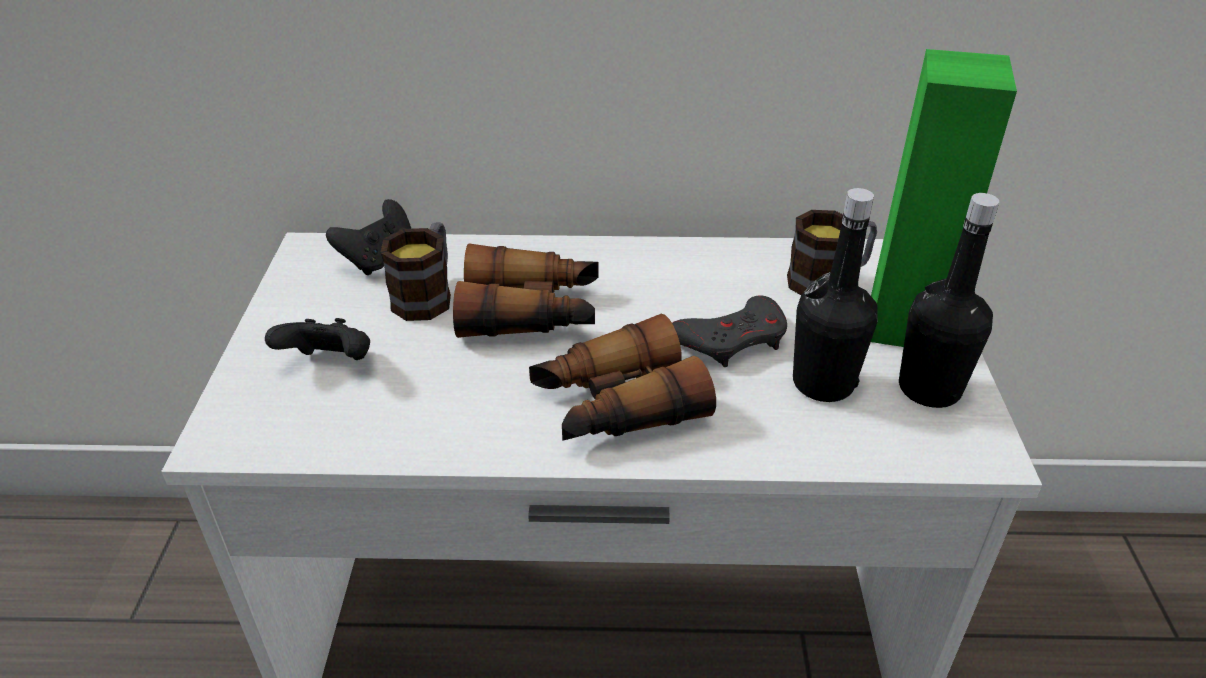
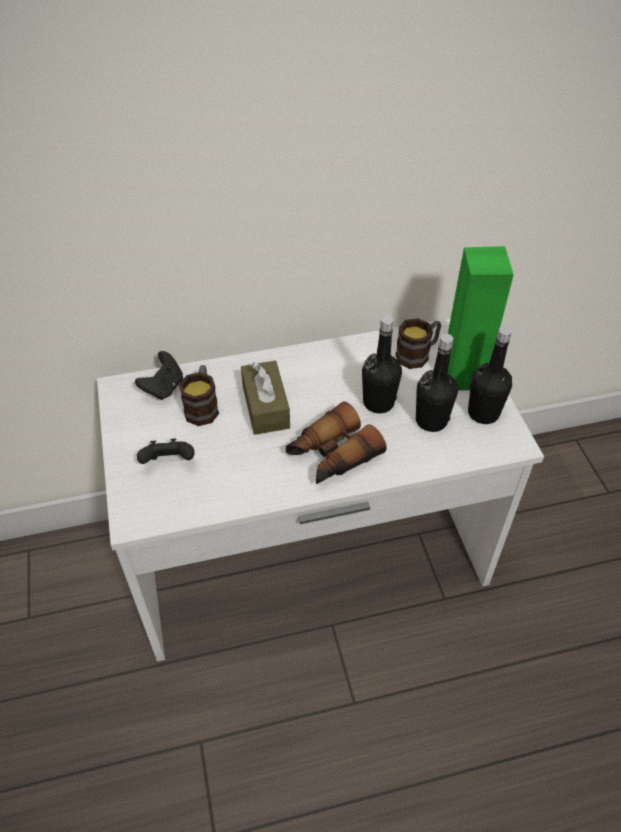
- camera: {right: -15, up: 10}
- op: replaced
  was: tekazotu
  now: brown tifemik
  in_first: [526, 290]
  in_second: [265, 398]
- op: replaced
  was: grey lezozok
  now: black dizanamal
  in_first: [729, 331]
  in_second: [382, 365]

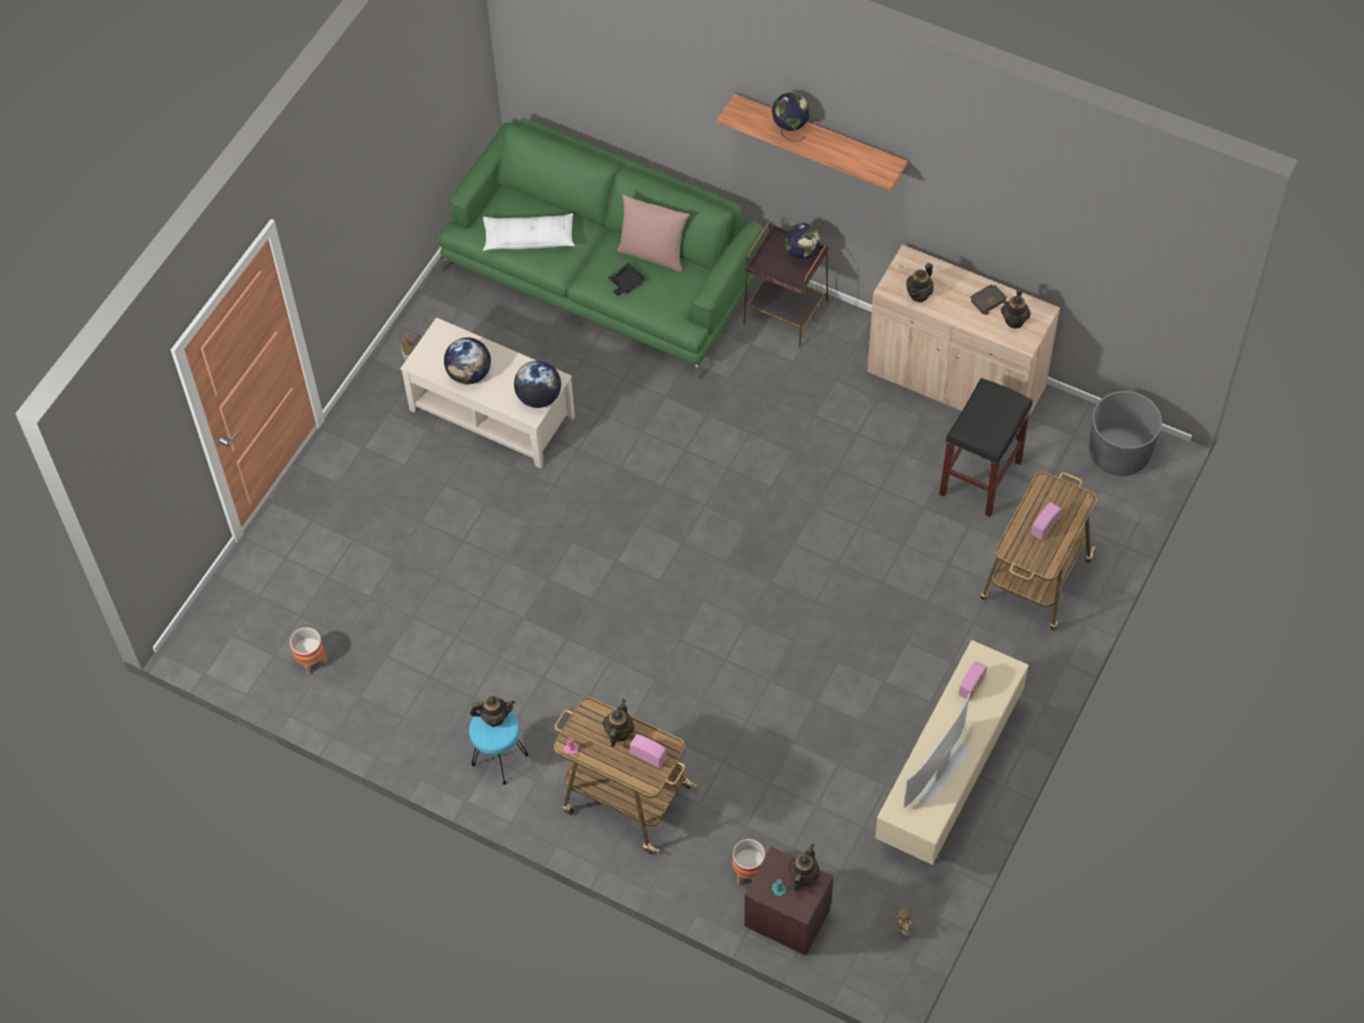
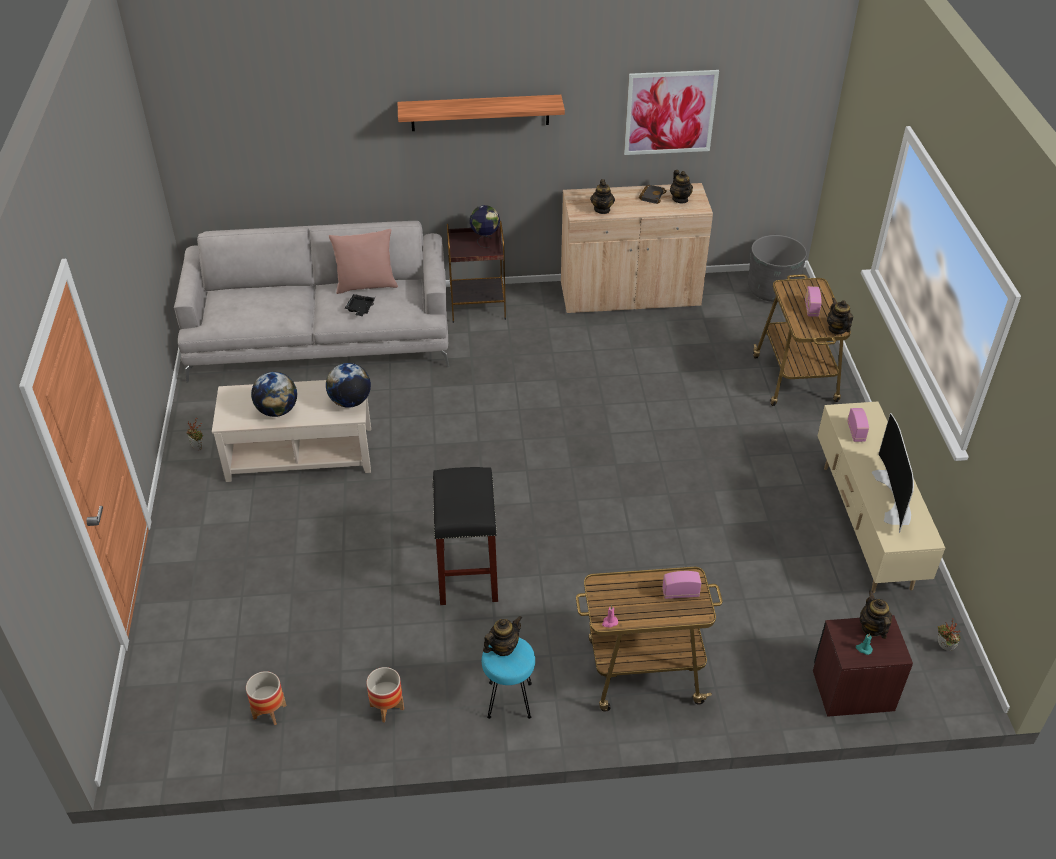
- camera: {right: -35, up: -15}
- op: recoloured
  was: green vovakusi
  now: grey vovakusi
  in_first: [601, 249]
  in_second: [311, 302]
- op: removed
  was: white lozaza
  in_first: [529, 232]
- op: moved
  was: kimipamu
  in_first: [618, 723]
  in_second: [840, 316]
- op: moved
  was: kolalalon
  in_first: [748, 862]
  in_second: [385, 694]
- op: removed
  was: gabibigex
  in_first: [791, 117]
- op: moved
  was: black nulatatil
  in_first: [985, 447]
  in_second: [465, 536]
- op: added
  now: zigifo
  in_second: [671, 112]

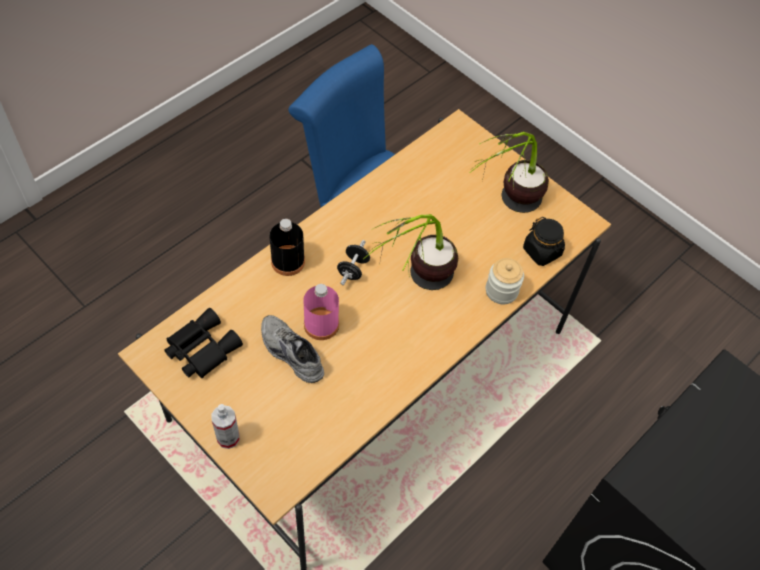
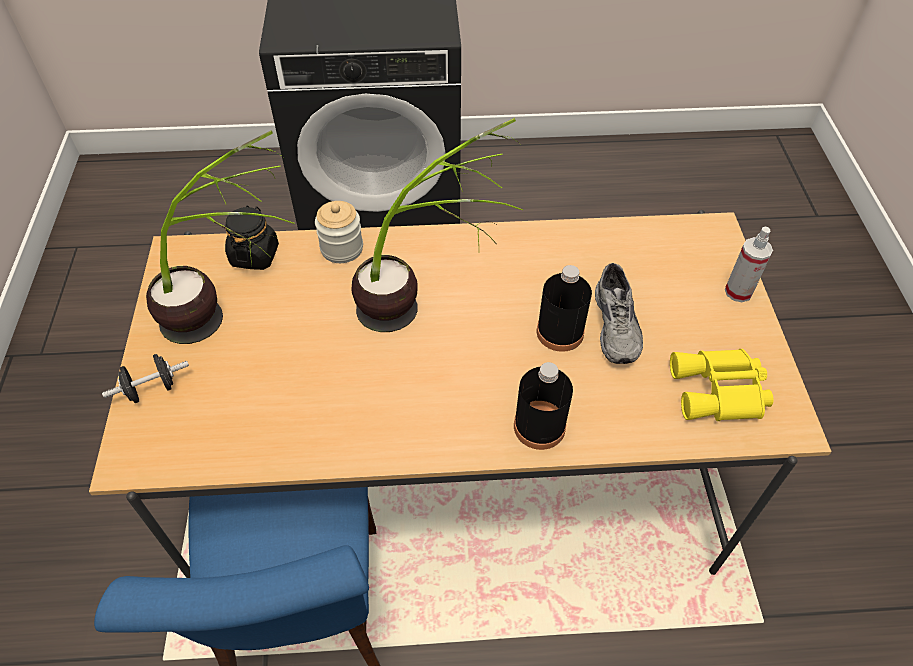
- camera: {right: -135, up: -5}
- op: recoloured
  was: black tekazotu
  now: yellow tekazotu
  in_first: [203, 343]
  in_second: [722, 385]
- op: recoloured
  was: pink dizanamal
  now: black dizanamal
  in_first: [321, 312]
  in_second: [564, 308]
- op: moved
  was: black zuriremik
  in_first: [353, 262]
  in_second: [145, 378]

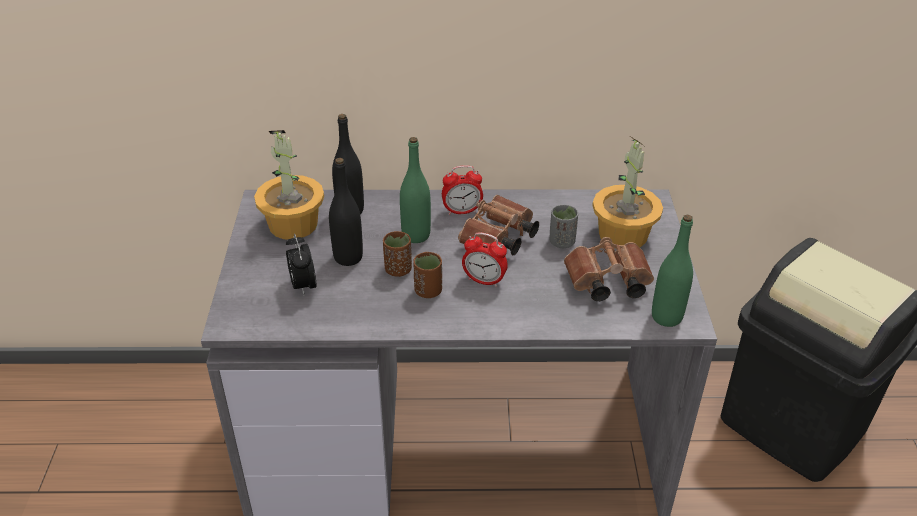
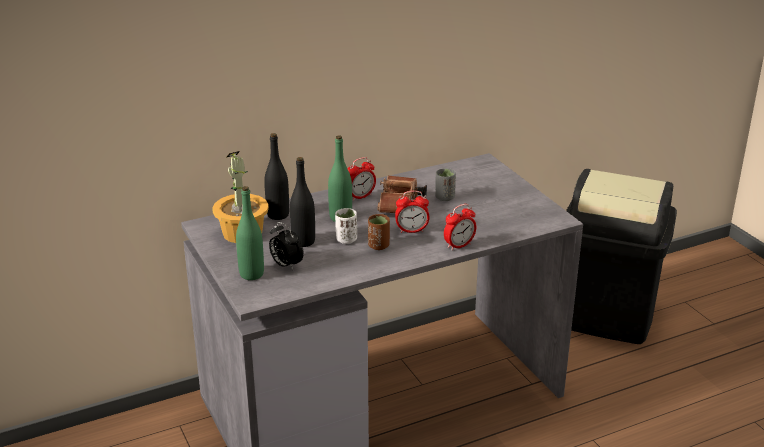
- camera: {right: -25, up: -10}
- op: recoloured
  was: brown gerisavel
  now: white gerisavel
  in_first: [397, 254]
  in_second: [346, 226]
- op: removed
  was: brown tekazotu
  in_first: [609, 269]
- op: removed
  was: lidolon
  in_first: [627, 191]
- op: moved
  was: green dizanamal
  in_first: [672, 271]
  in_second: [250, 233]
- op: added
  now: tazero
  in_second: [460, 227]

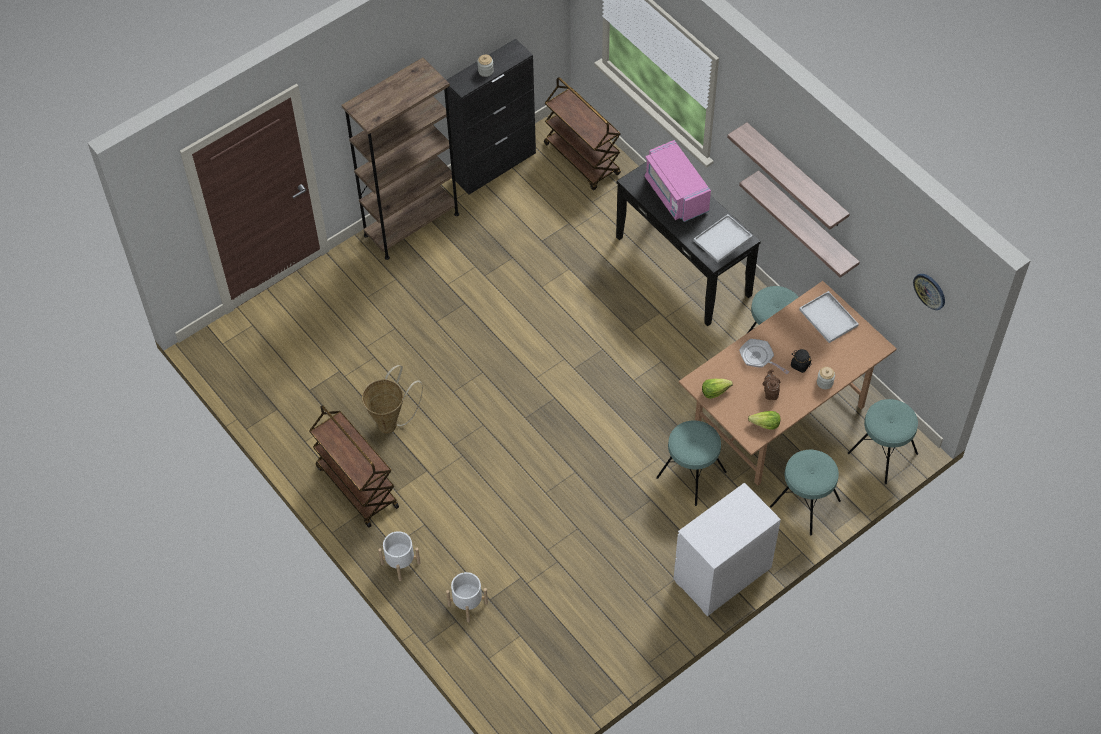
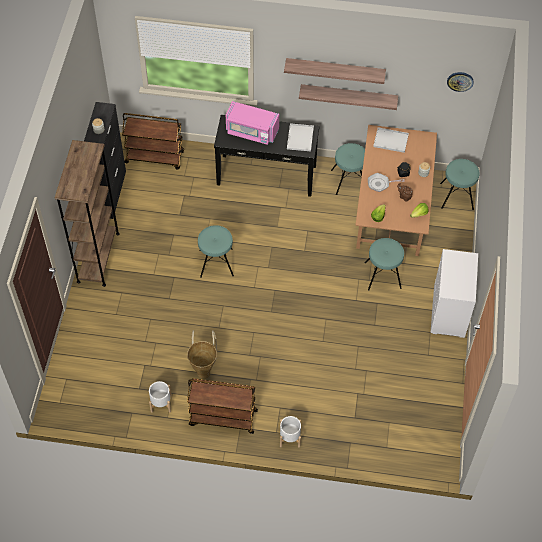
- camera: {right: -45, up: 0}
- op: moved
  was: white kolalalon
  in_first: [467, 597]
  in_second: [160, 397]
- op: moved
  was: turquoise nulatatil
  in_first: [805, 493]
  in_second: [216, 251]

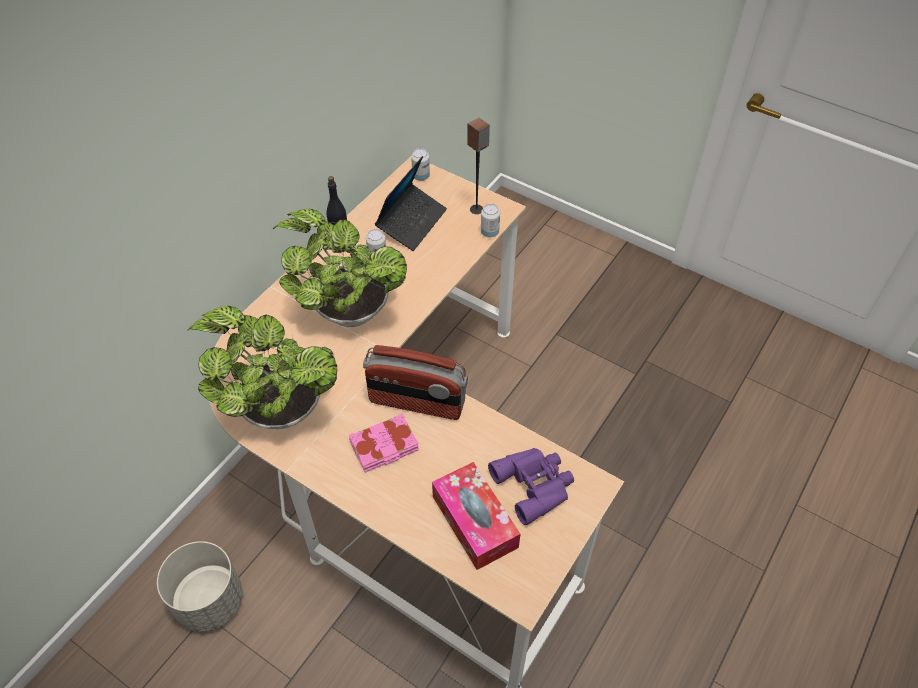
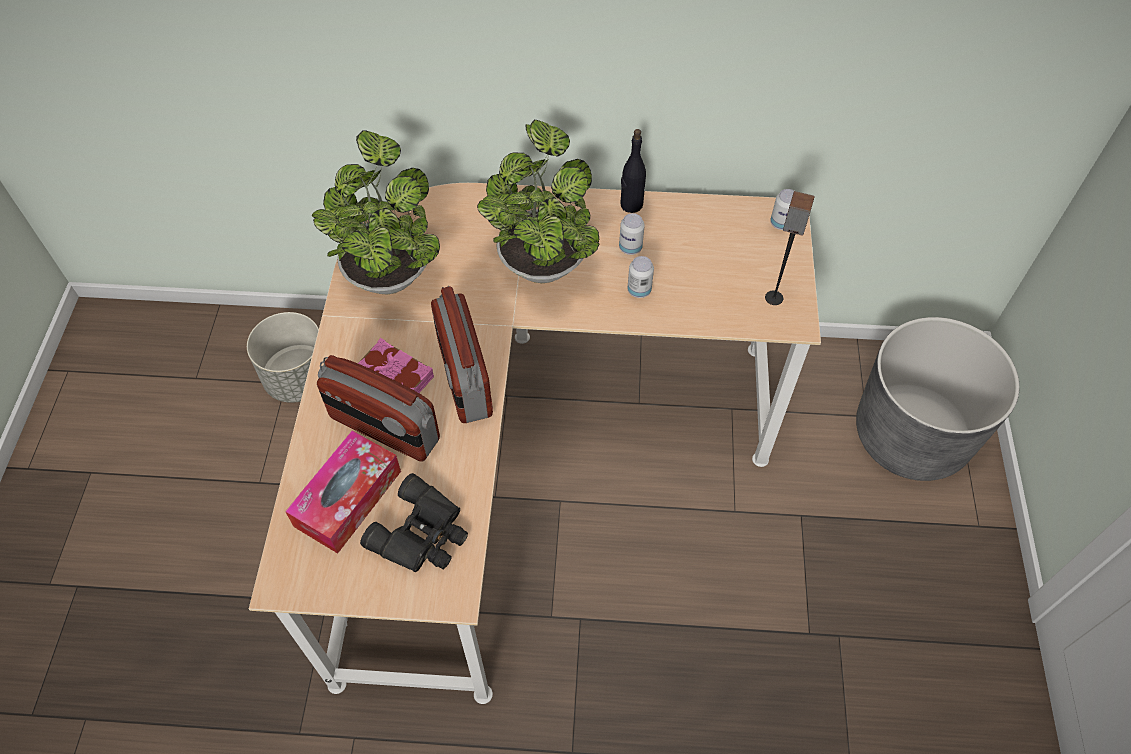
- camera: {right: 60, up: 5}
- op: removed
  was: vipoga
  in_first: [411, 203]
- op: moved
  was: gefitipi
  in_first: [490, 220]
  in_second: [640, 277]
- op: recoloured
  was: purple tekazotu
  now: black tekazotu
  in_first: [531, 486]
  in_second: [414, 522]
- op: added
  now: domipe
  in_second: [378, 408]
- op: added
  now: grey kolalalon
  in_second: [938, 399]

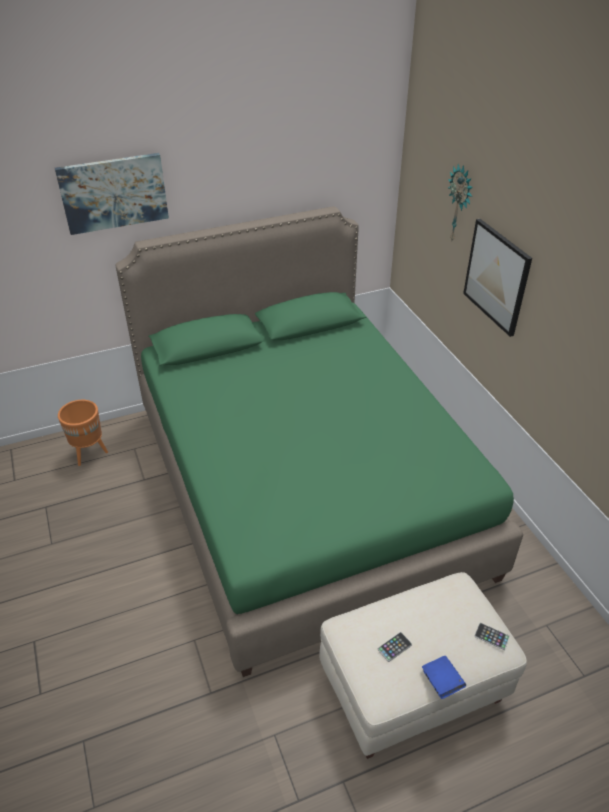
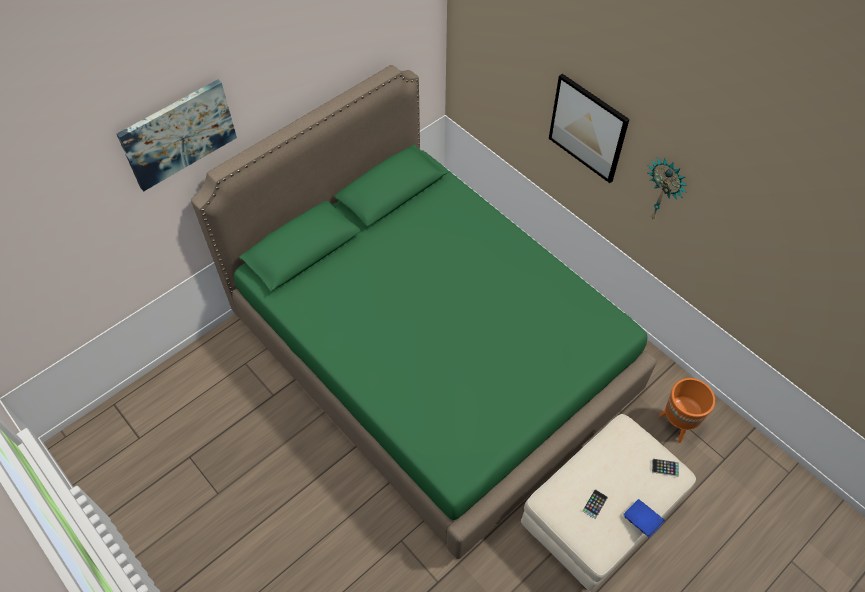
- camera: {right: -20, up: 15}
- op: moved
  was: orange kolalalon
  in_first: [83, 433]
  in_second: [687, 410]
- op: moved
  was: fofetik
  in_first: [460, 202]
  in_second: [667, 188]

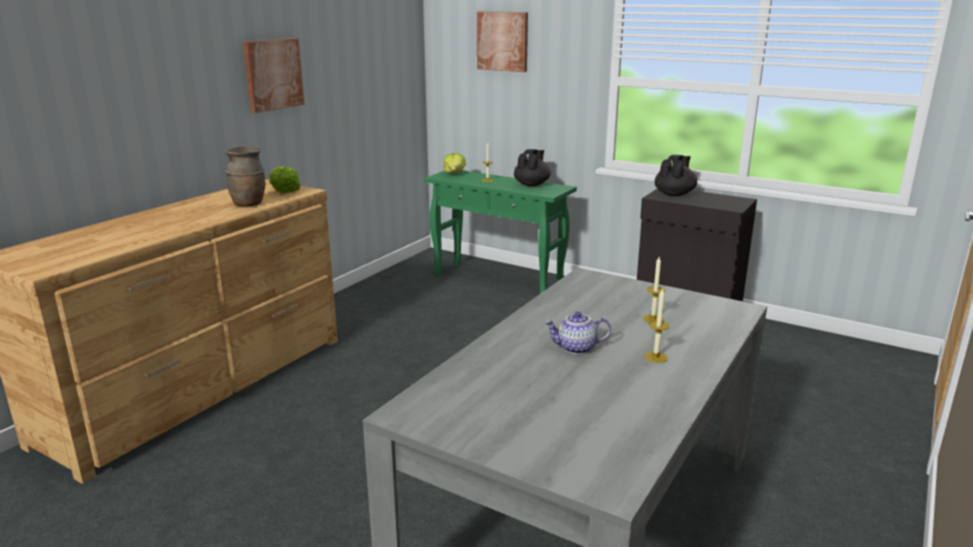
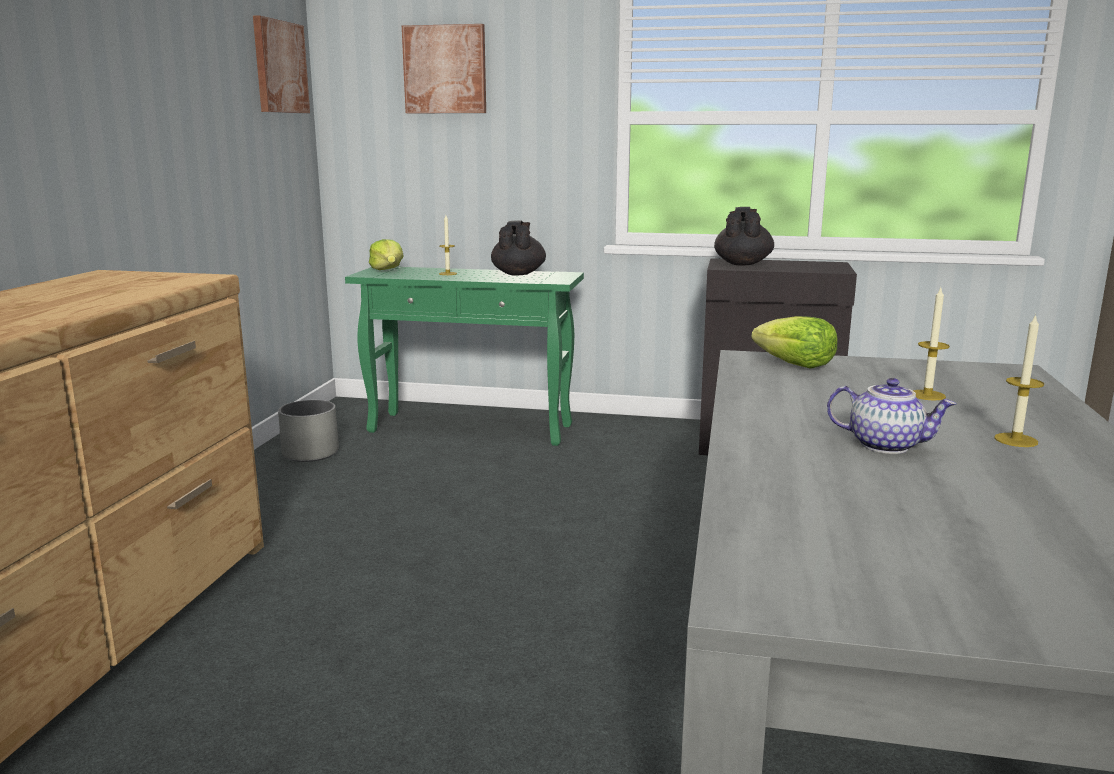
- camera: {right: -20, up: -5}
- op: removed
  was: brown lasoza
  in_first: [245, 176]
- op: moved
  was: zigifo
  in_first: [274, 75]
  in_second: [281, 64]
- op: moved
  was: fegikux
  in_first: [285, 179]
  in_second: [794, 342]
- op: turned
  was: kimipamu
  in_first: [577, 333]
  in_second: [891, 416]
  clockwise: -135
- op: added
  now: grey kolalalon
  in_second: [308, 431]

